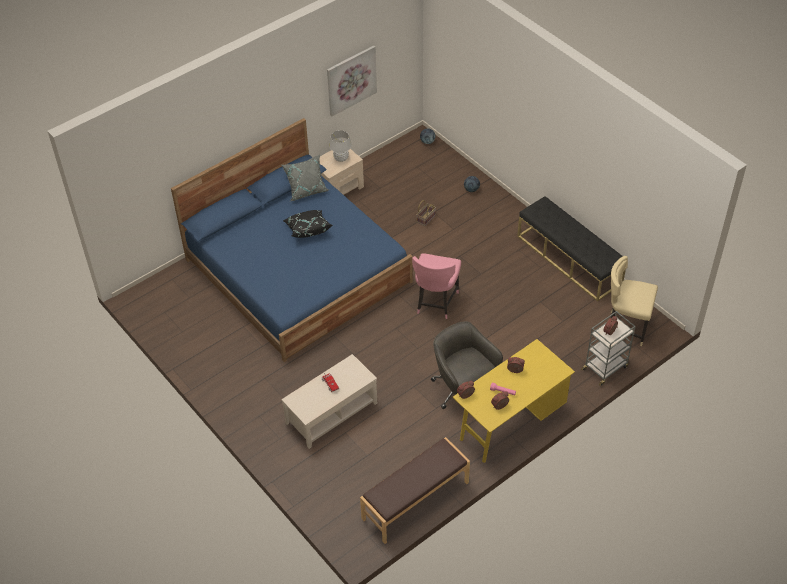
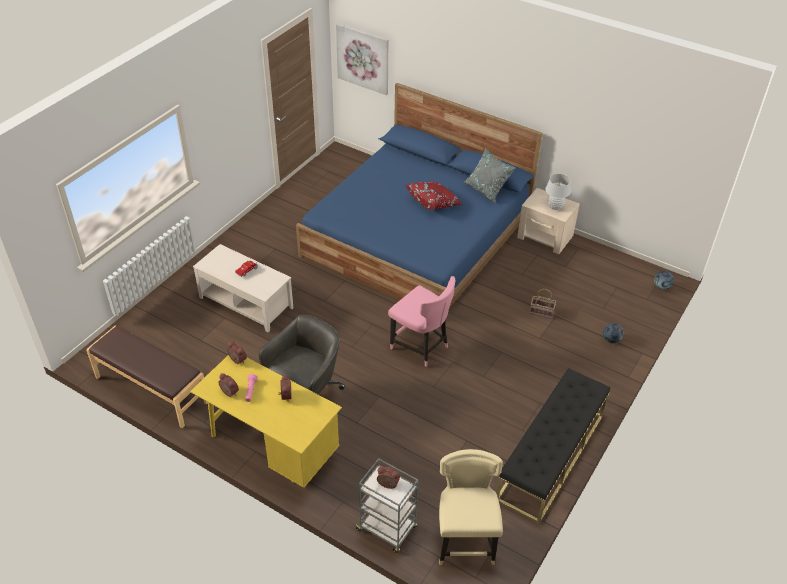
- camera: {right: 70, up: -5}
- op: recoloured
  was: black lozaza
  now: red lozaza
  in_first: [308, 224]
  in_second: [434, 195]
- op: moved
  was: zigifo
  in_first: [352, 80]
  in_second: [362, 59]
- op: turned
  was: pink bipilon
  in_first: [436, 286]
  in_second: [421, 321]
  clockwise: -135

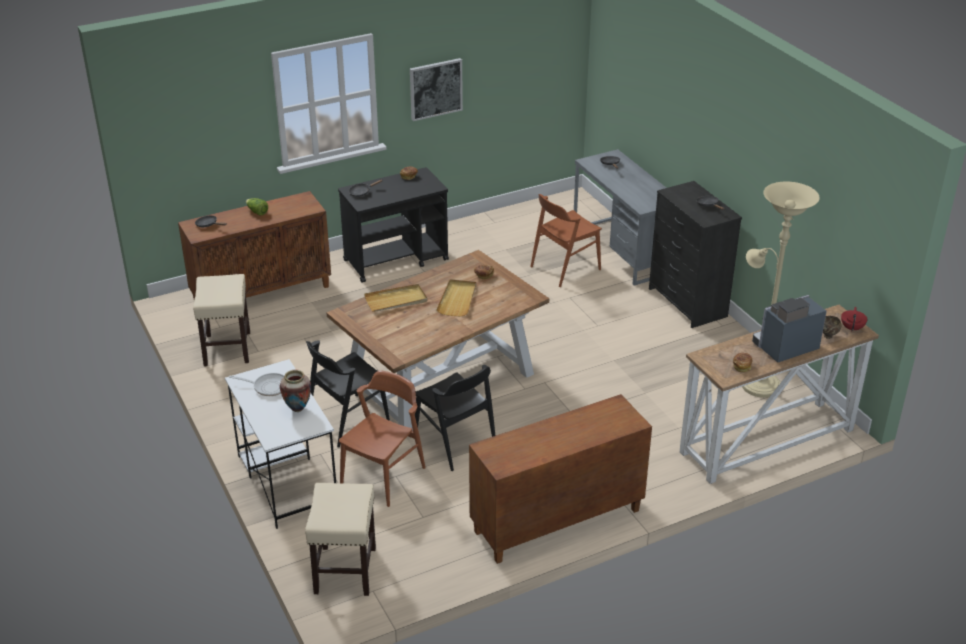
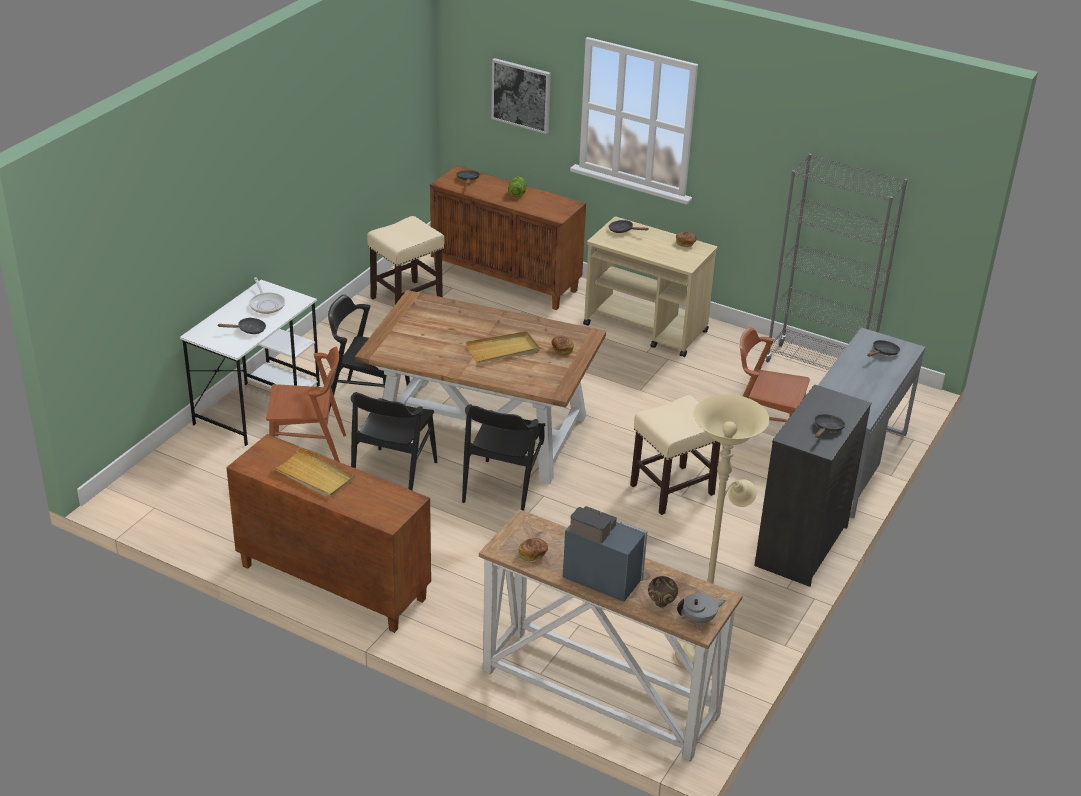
- camera: {right: 55, up: 0}
- op: replaced
  was: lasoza
  now: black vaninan
  in_first: [295, 391]
  in_second: [242, 326]
- op: moved
  was: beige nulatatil
  in_first: [340, 539]
  in_second: [675, 455]
- op: recoloured
  was: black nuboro
  now: beige nuboro
  in_first: [393, 225]
  in_second: [650, 286]
- op: moved
  was: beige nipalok
  in_first: [396, 298]
  in_second: [312, 472]
- op: moved
  was: zigifo
  in_first: [436, 89]
  in_second: [521, 96]
- op: recoloured
  was: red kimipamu
  now: grey kimipamu
  in_first: [854, 319]
  in_second: [702, 609]
- op: added
  now: black bipilon
  in_second: [503, 457]
- op: added
  now: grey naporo
  in_second: [836, 261]

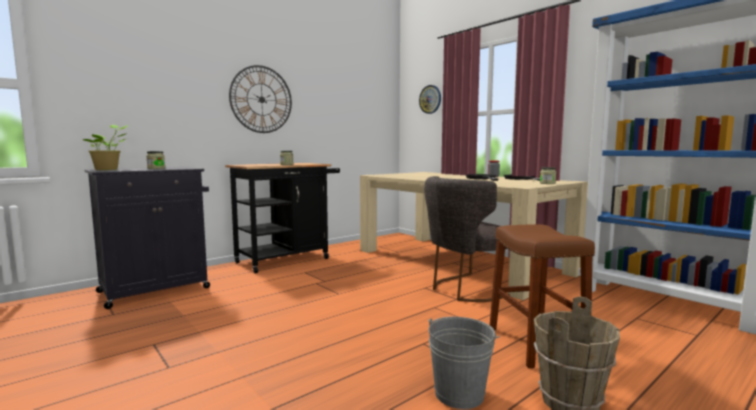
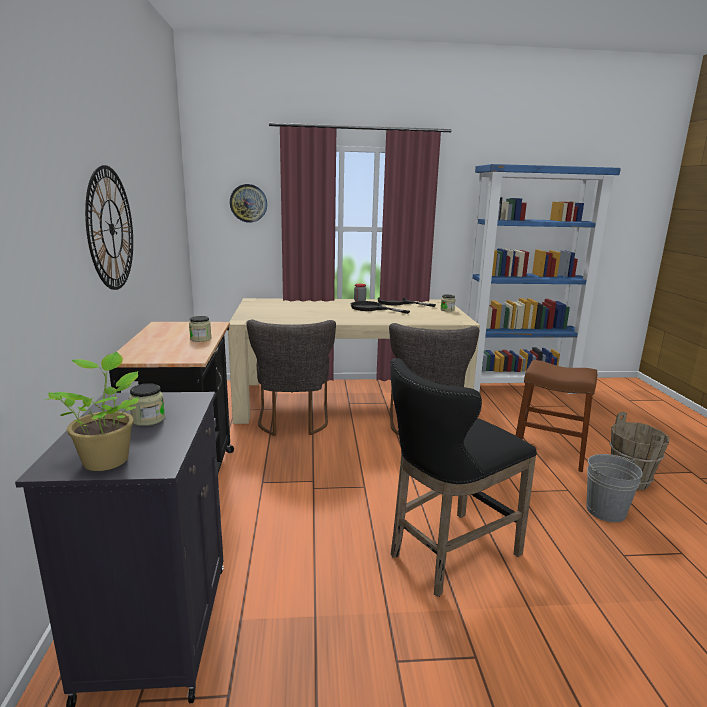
- camera: {right: -55, up: 10}
- op: added
  now: grey bipilon
  in_second: [291, 378]
- op: added
  now: black nulatatil
  in_second: [464, 477]

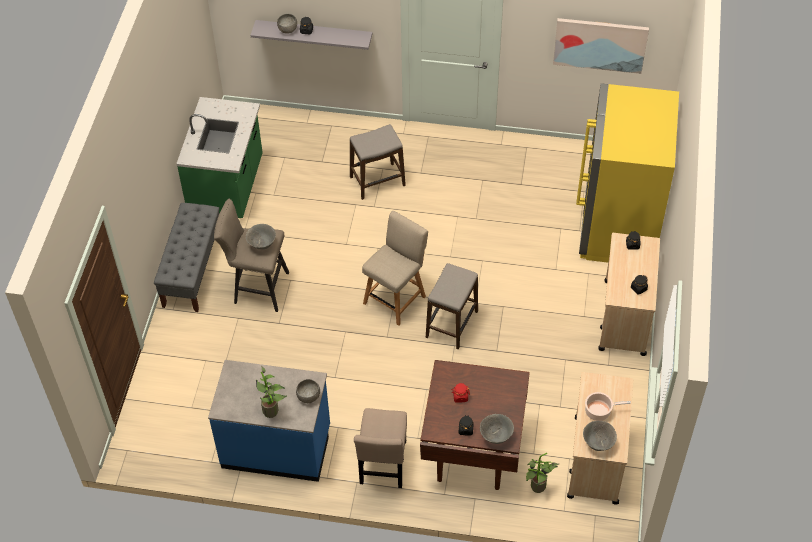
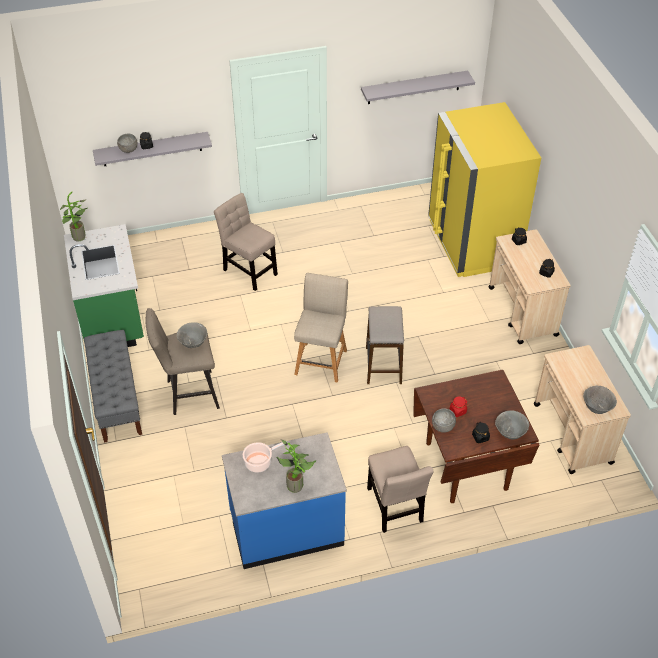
- camera: {right: -25, up: -5}
- op: moved
  was: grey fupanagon
  in_first: [308, 391]
  in_second: [444, 420]
- op: replaced
  was: nulatatil
  now: beige bipilon
  in_first: [378, 162]
  in_second: [246, 242]
- op: moved
  was: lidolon
  in_first: [542, 473]
  in_second: [73, 216]
- op: replaced
  was: zigifo
  now: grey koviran
  in_first: [601, 46]
  in_second: [418, 87]
- op: moved
  was: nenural
  in_first: [608, 406]
  in_second: [265, 457]

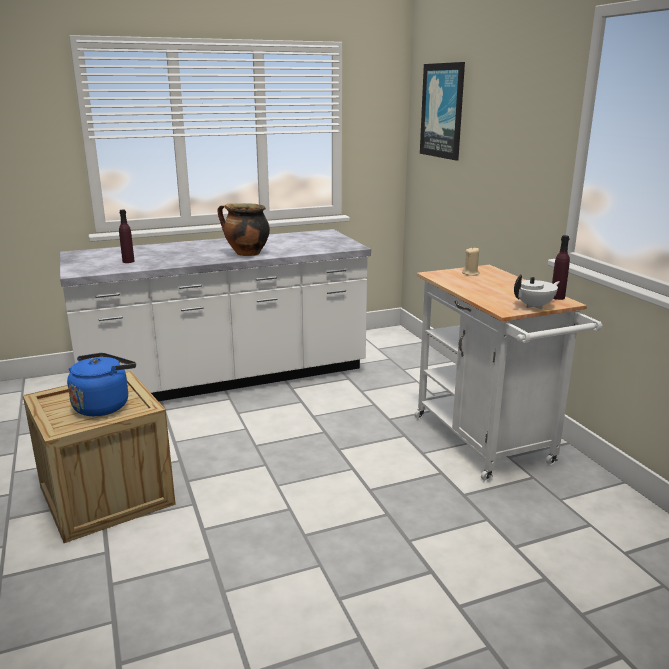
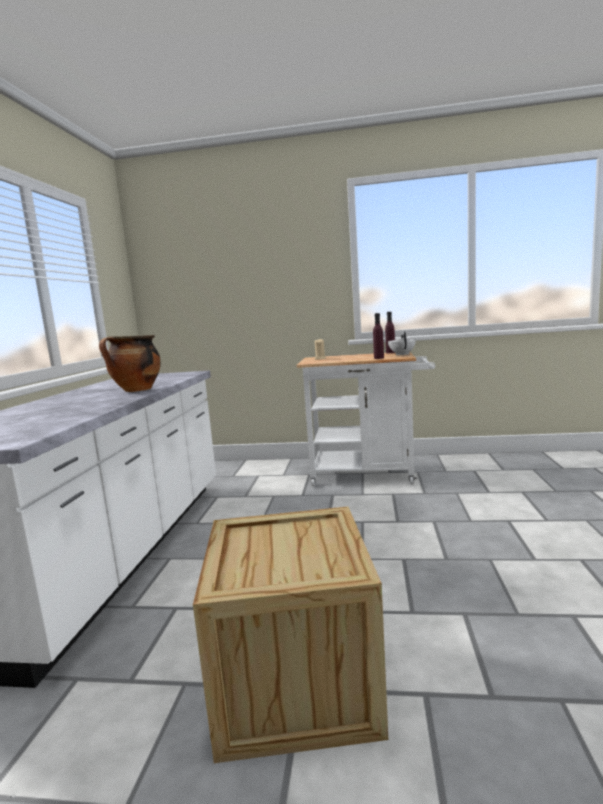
- camera: {right: -60, up: -10}
- op: removed
  was: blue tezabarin
  in_first: [101, 384]
- op: moved
  was: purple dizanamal
  in_first: [127, 236]
  in_second: [378, 336]
- op: removed
  was: zigifo
  in_first: [442, 111]

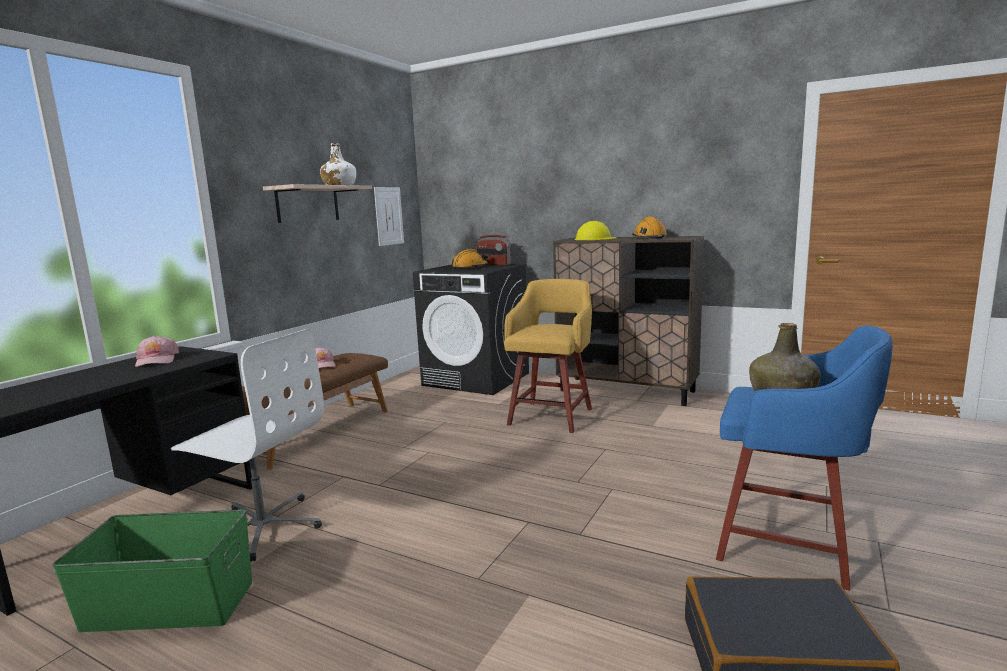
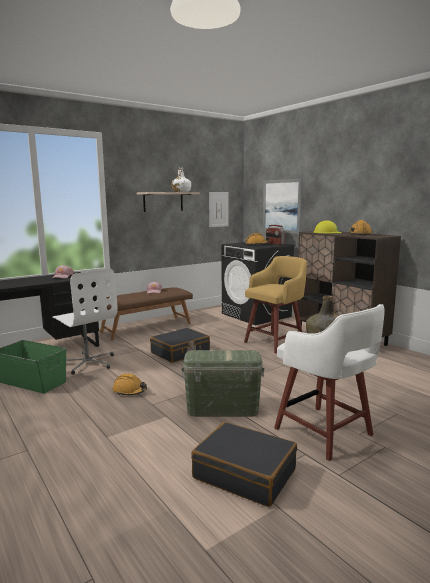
- camera: {right: 25, up: 0}
- op: recoloured
  was: blue nulatatil
  now: white nulatatil
  in_first: [804, 458]
  in_second: [329, 382]
- op: added
  now: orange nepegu
  in_second: [130, 384]
- op: added
  now: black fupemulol
  in_second: [180, 345]
- op: added
  now: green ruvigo
  in_second: [223, 383]
- op: added
  now: zigifo
  in_second: [282, 206]

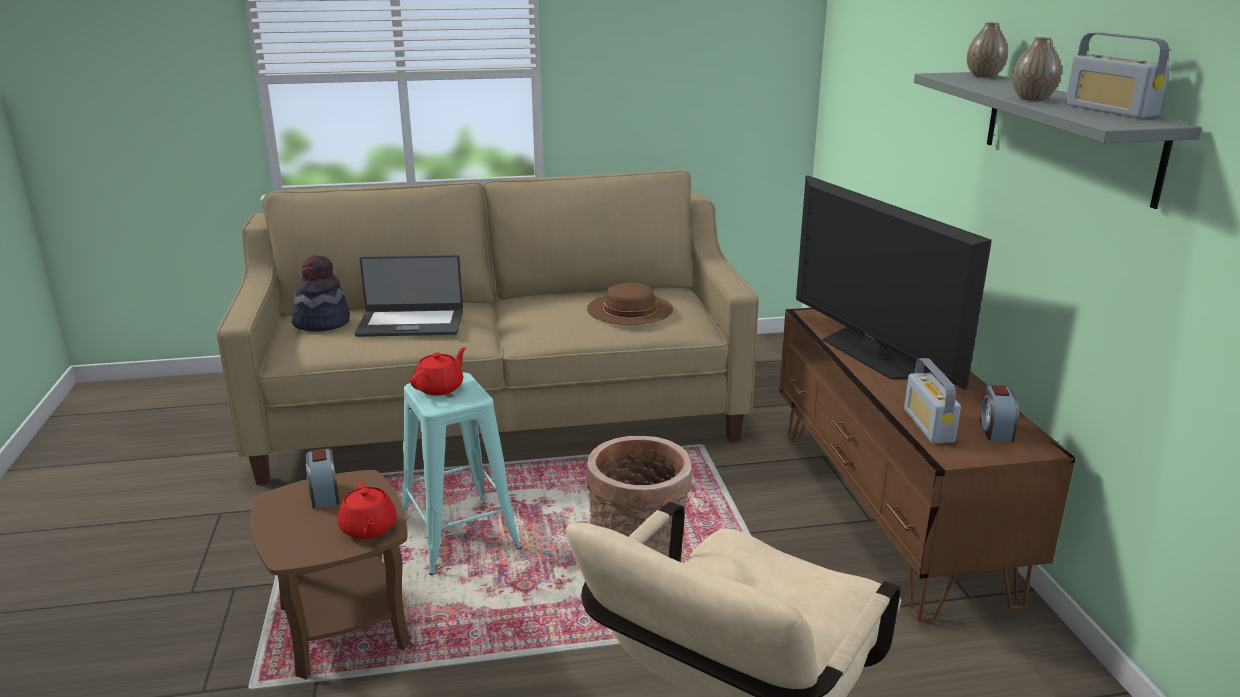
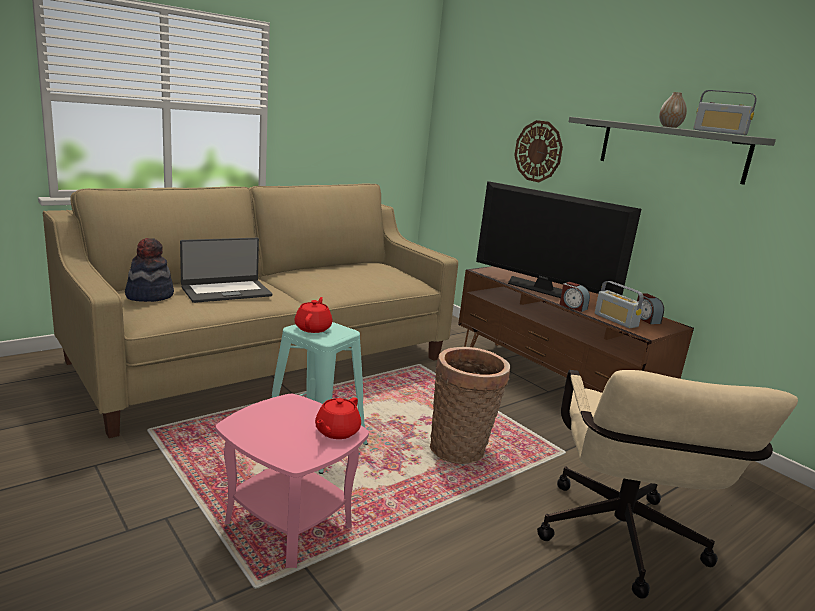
- camera: {right: -30, up: -5}
- op: recoloured
  was: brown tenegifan
  now: pink tenegifan
  in_first: [330, 574]
  in_second: [292, 481]
- op: moved
  was: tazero
  in_first: [322, 478]
  in_second: [575, 297]
- op: turned
  was: red kimipamu
  in_first: [367, 510]
  in_second: [338, 418]
  clockwise: 75
- op: removed
  was: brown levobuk
  in_first: [630, 304]
- op: removed
  was: lasoza
  in_first: [987, 50]
- op: added
  now: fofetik
  in_second: [538, 151]

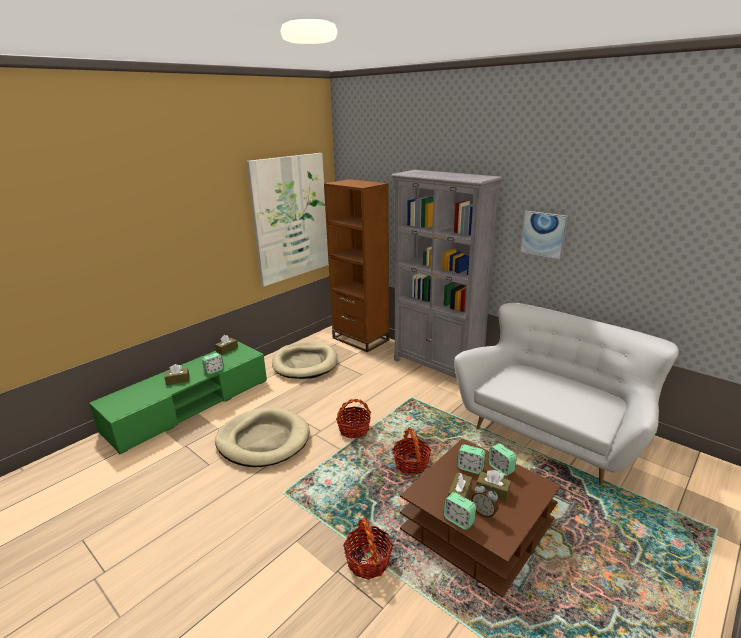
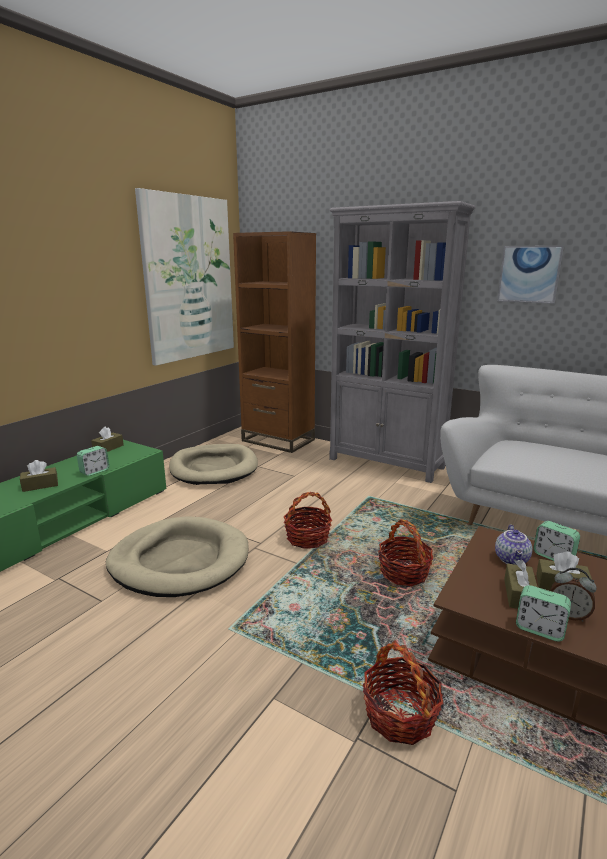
- camera: {right: -10, up: -5}
- op: replaced
  was: tazero
  now: kimipamu
  in_first: [471, 459]
  in_second: [513, 544]

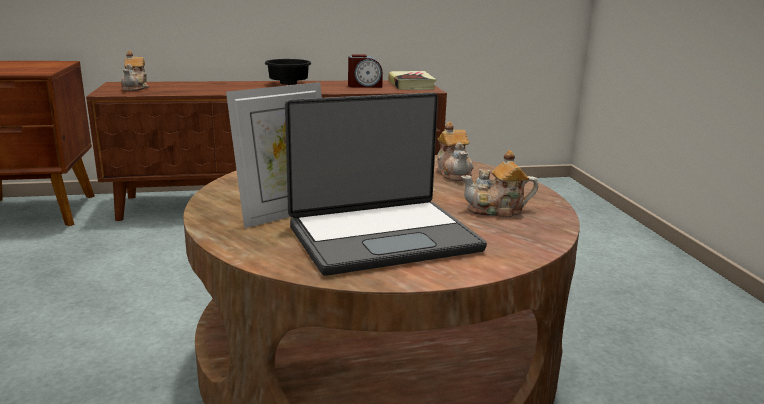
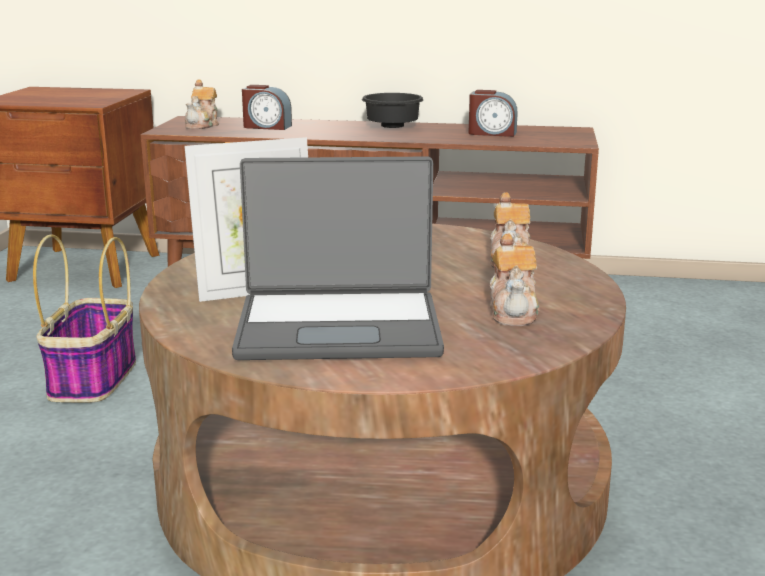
- camera: {right: 20, up: 0}
- op: removed
  was: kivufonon
  in_first: [412, 80]
- op: turned
  was: kimipamu
  in_first: [499, 183]
  in_second: [515, 279]
  clockwise: -105
- op: added
  now: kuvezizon
  in_second: [84, 319]
- op: added
  now: tazero
  in_second: [267, 107]

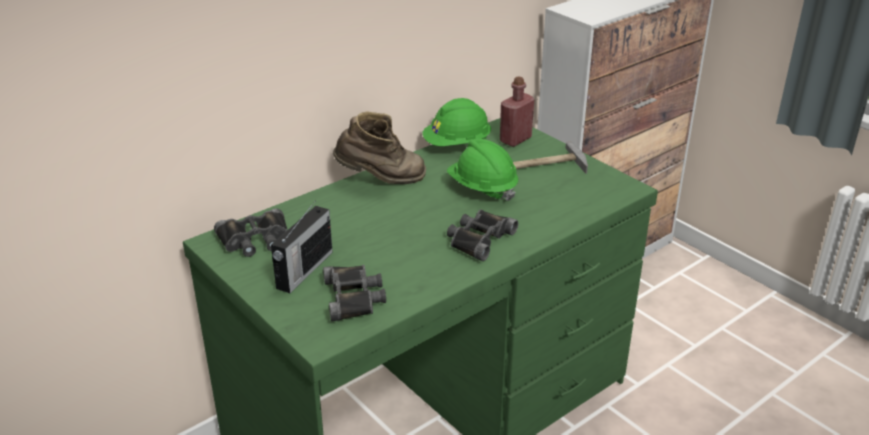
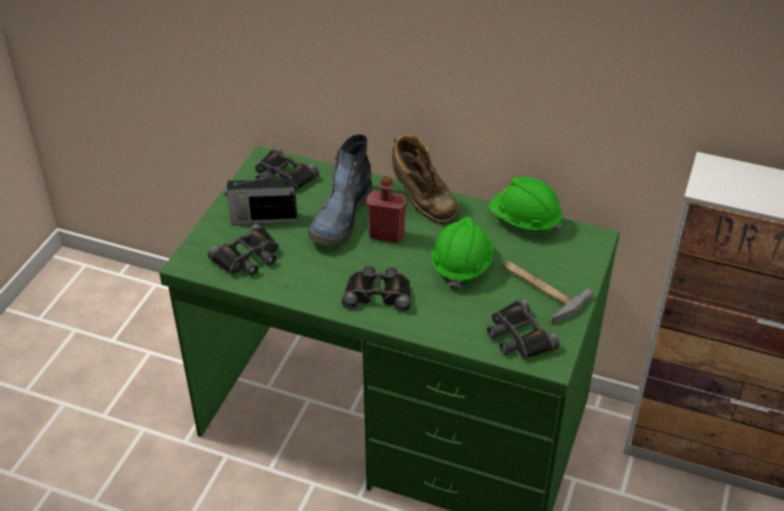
- camera: {right: 60, up: 10}
- op: moved
  was: red dizanamal
  in_first: [517, 111]
  in_second: [387, 209]
- op: added
  now: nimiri
  in_second: [340, 190]
- op: added
  now: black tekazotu
  in_second: [523, 328]

